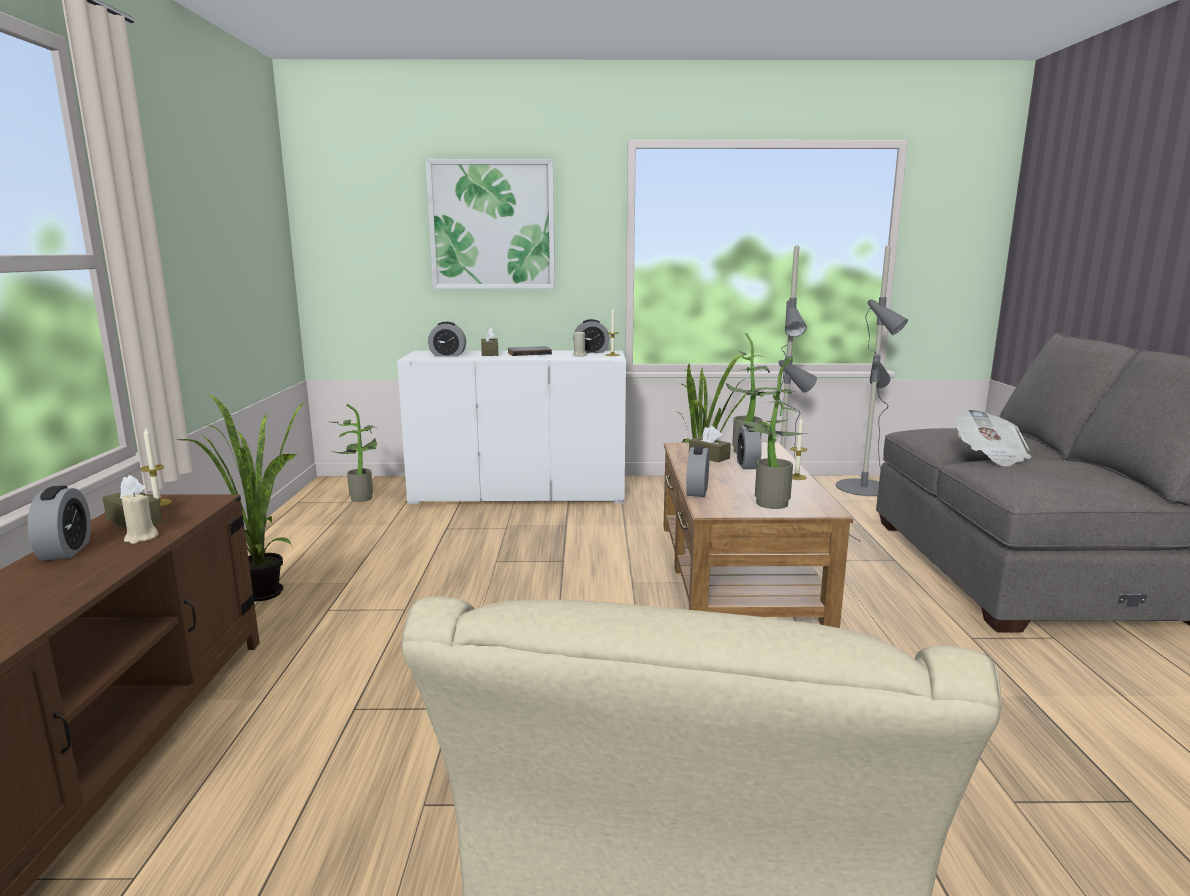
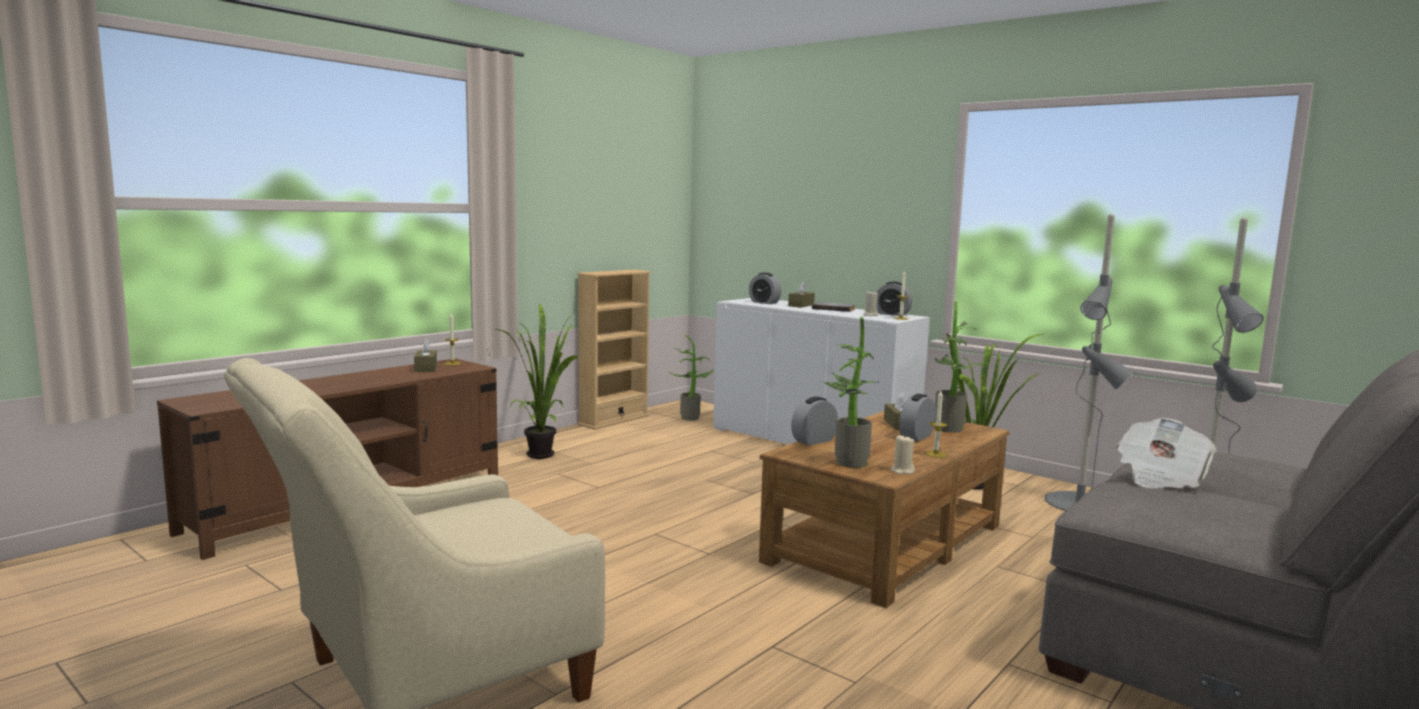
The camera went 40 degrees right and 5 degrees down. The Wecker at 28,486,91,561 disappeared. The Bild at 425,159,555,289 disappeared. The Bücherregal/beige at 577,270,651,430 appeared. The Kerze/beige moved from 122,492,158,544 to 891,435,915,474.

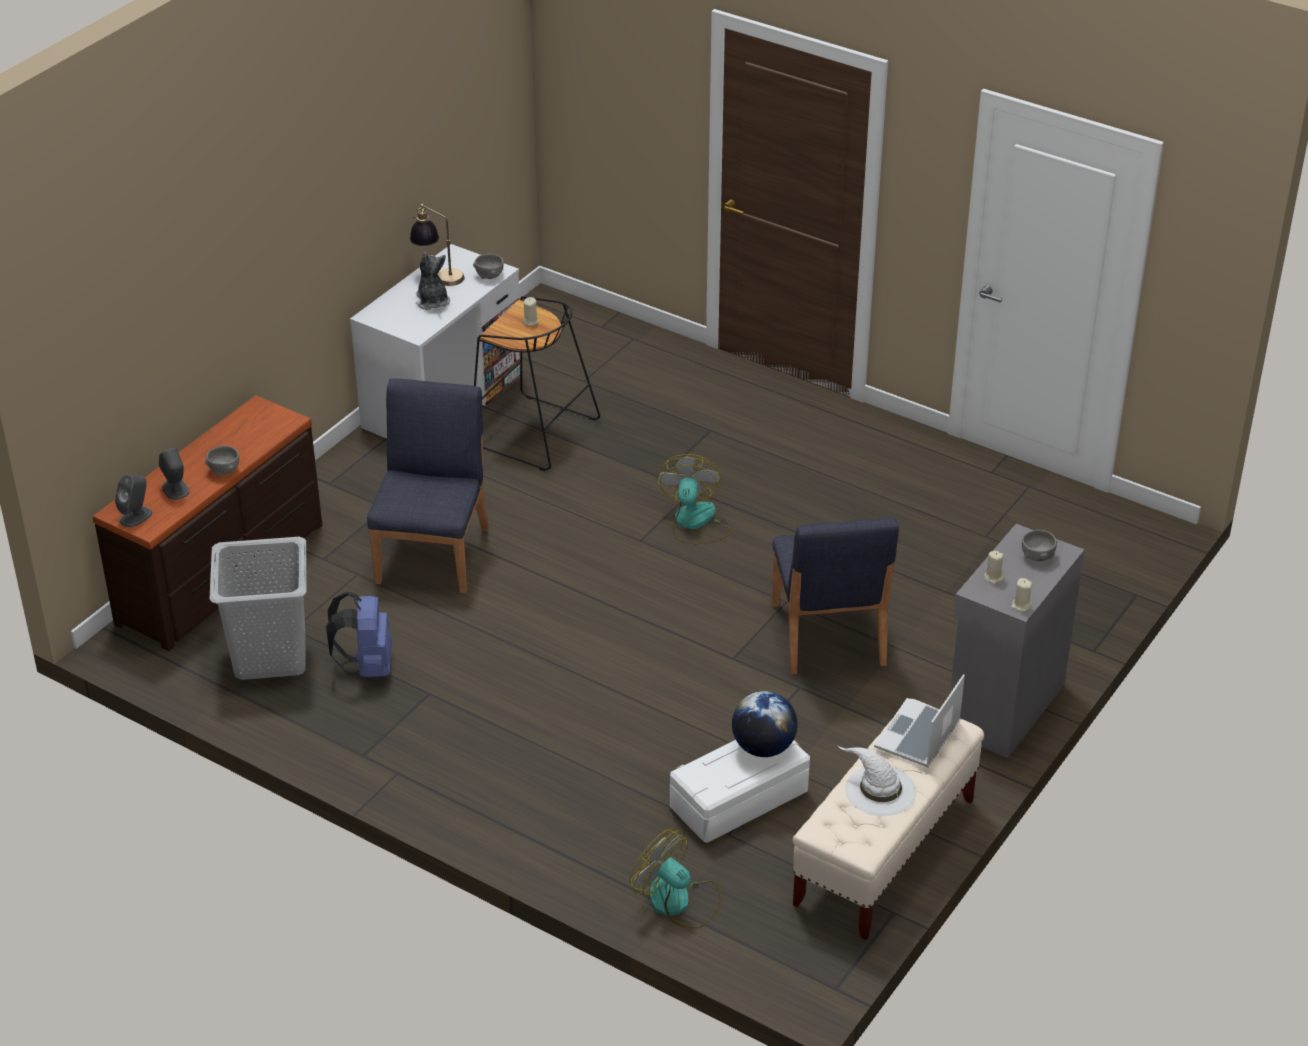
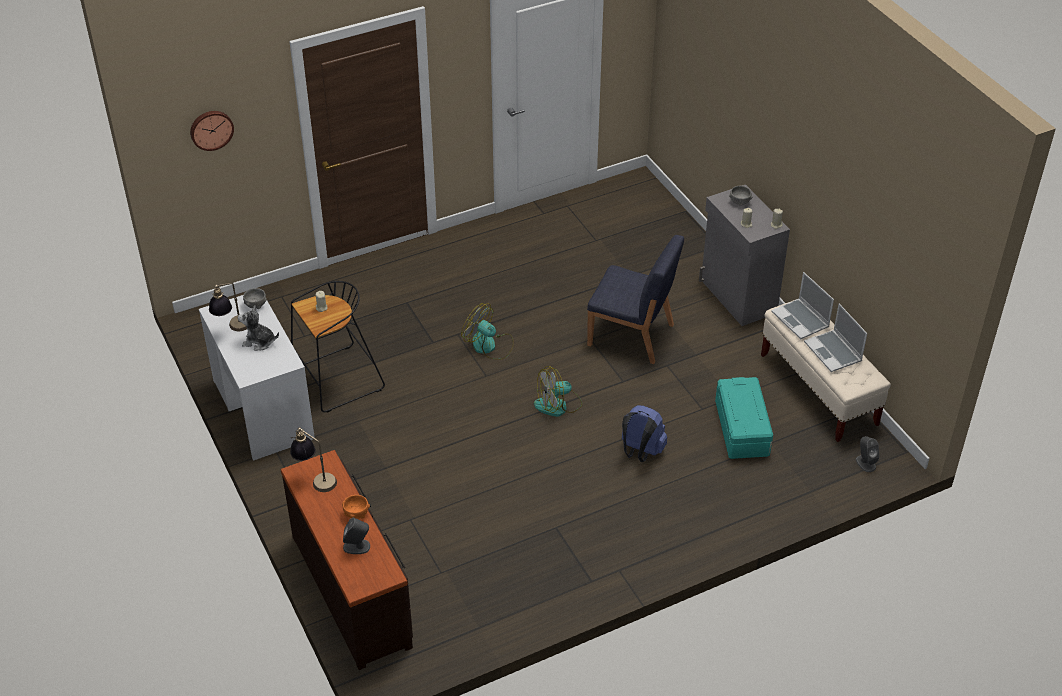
The camera went 60 degrees left and 5 degrees up. The Wäschekorb/grau at 209,537,307,680 disappeared. The Stuhl/blau at 367,378,489,593 disappeared. The Globus at 732,691,798,757 disappeared. The Wanduhr at 190,111,234,151 appeared. The Tischlampe at 290,427,337,492 appeared. The Lautsprecher/grau moved from 115,474,152,527 to 856,436,879,472. The Rucksack/blau moved from 326,592,392,677 to 622,405,667,462. The Ventilator moved from 630,829,722,929 to 534,366,582,417. The Hut/weiß at 838,746,916,816 was replaced by the Laptop at 804,304,867,372. The Schüssel/grau at 205,446,239,476 became the Schüssel/orange at 342,495,370,519. The Aufbewahrungsbox/weiß at 670,740,810,843 became the Aufbewahrungsbox/türkis at 715,377,773,459.

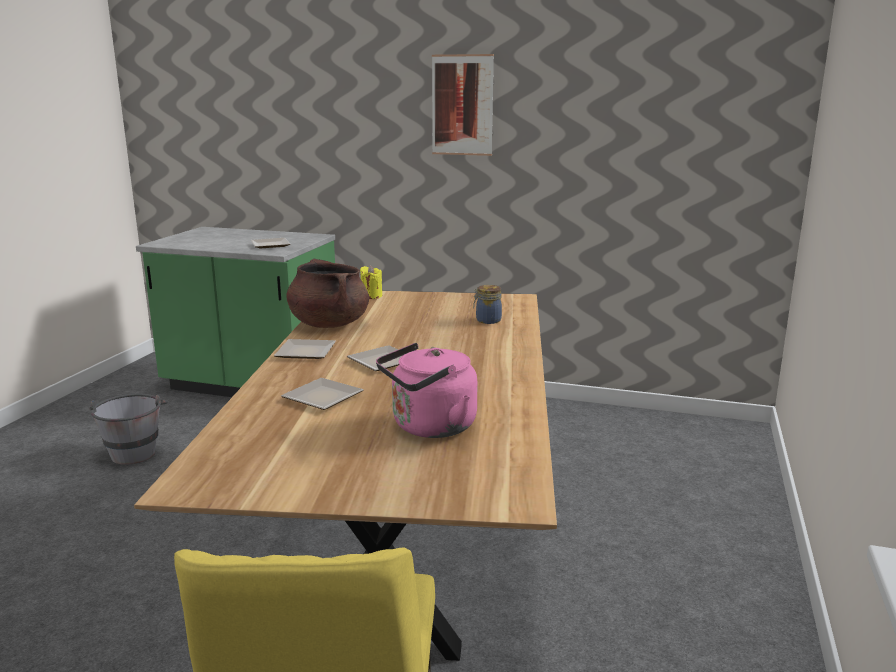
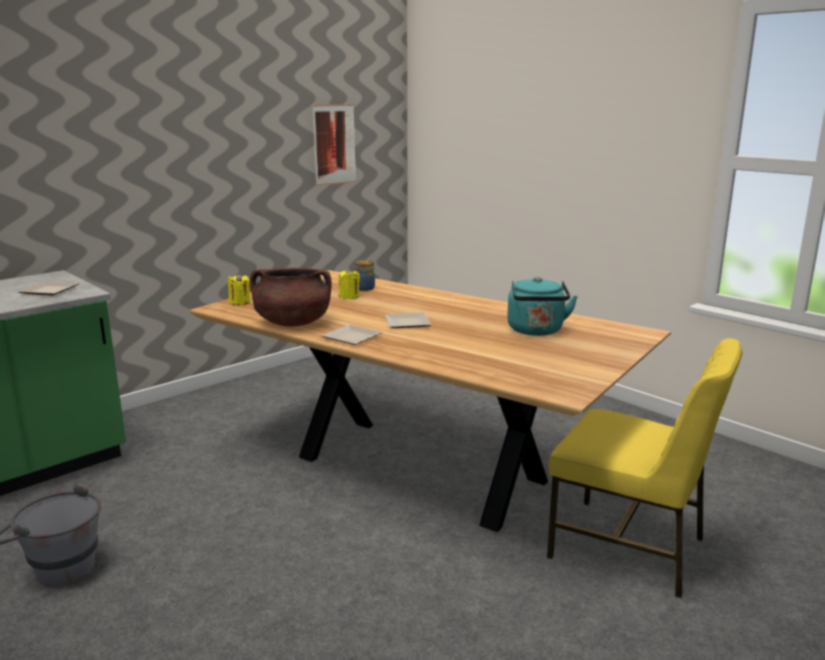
The camera went 60 degrees left and 0 degrees up. The Teller at 281,378,364,410 disappeared. The Kerze/gelb at 339,268,360,299 appeared. The Bild moved from 432,54,494,156 to 312,104,356,186. The Wasserkessel/rosa at 376,343,477,438 became the Wasserkessel/türkis at 507,277,578,336.

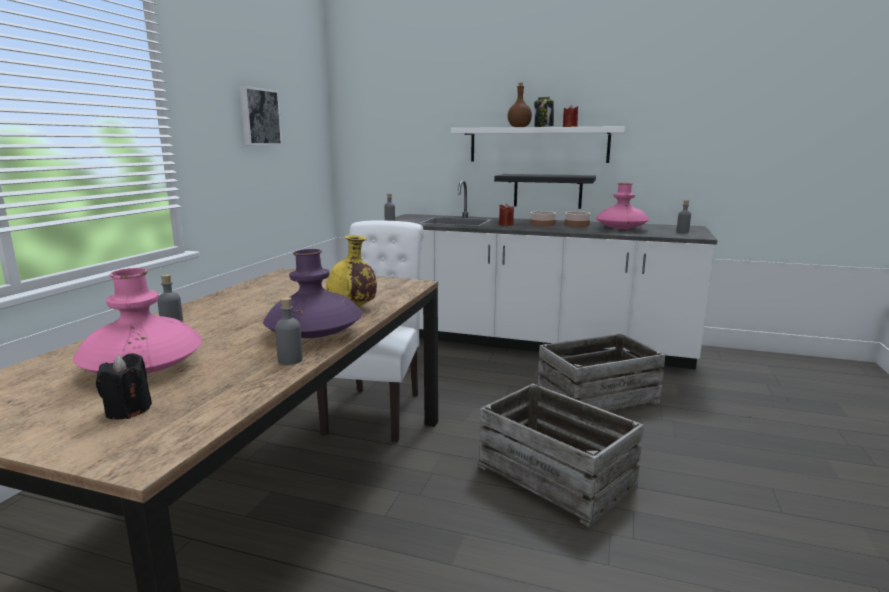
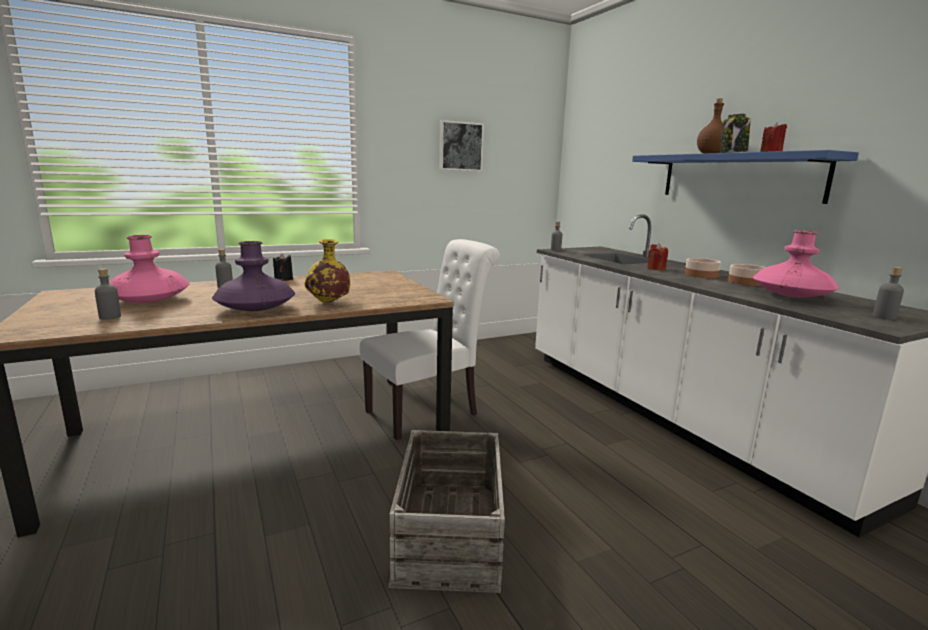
The camera went 45 degrees right and 0 degrees up. The Wandregal/schwarz at 494,174,596,209 disappeared. The Kiste at 538,334,665,419 disappeared. The Kerze/schwarz moved from 96,353,152,420 to 273,253,293,281. The Flasche/grau moved from 275,297,303,365 to 95,268,121,320. The Wandregal/weiß at 451,126,625,163 became the Wandregal/blau at 632,150,859,204.

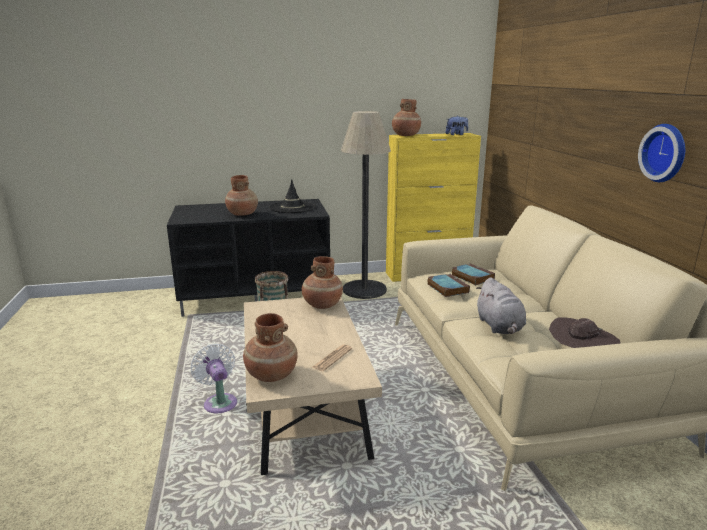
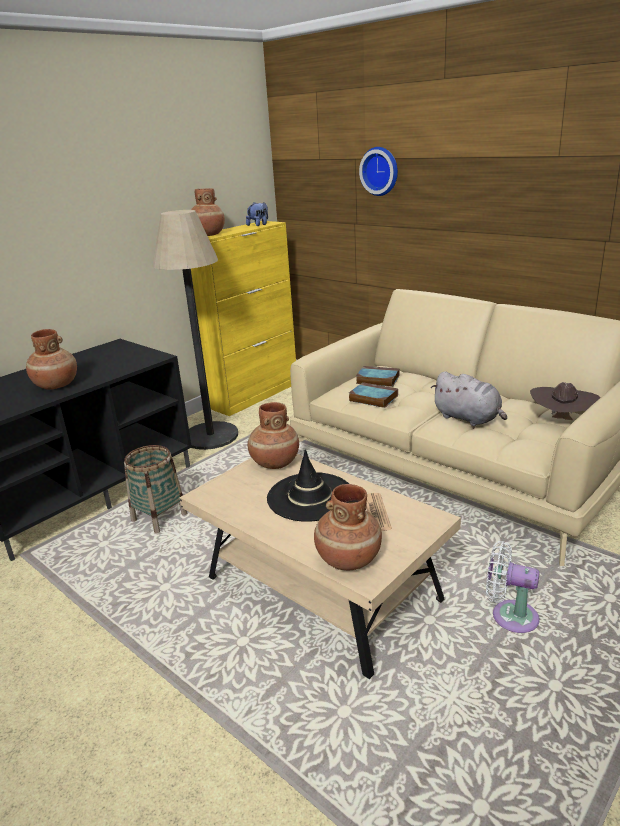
The camera went 35 degrees left and 5 degrees up. The Ventilator/weiß moved from 191,344,237,413 to 486,541,540,633. The Hut/schwarz moved from 269,180,316,213 to 267,450,349,522. The Wanduhr moved from 638,124,685,182 to 359,147,398,196.

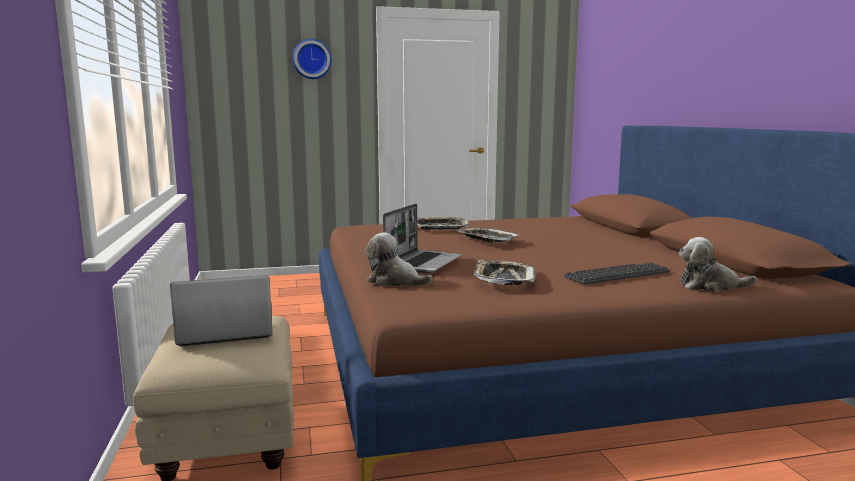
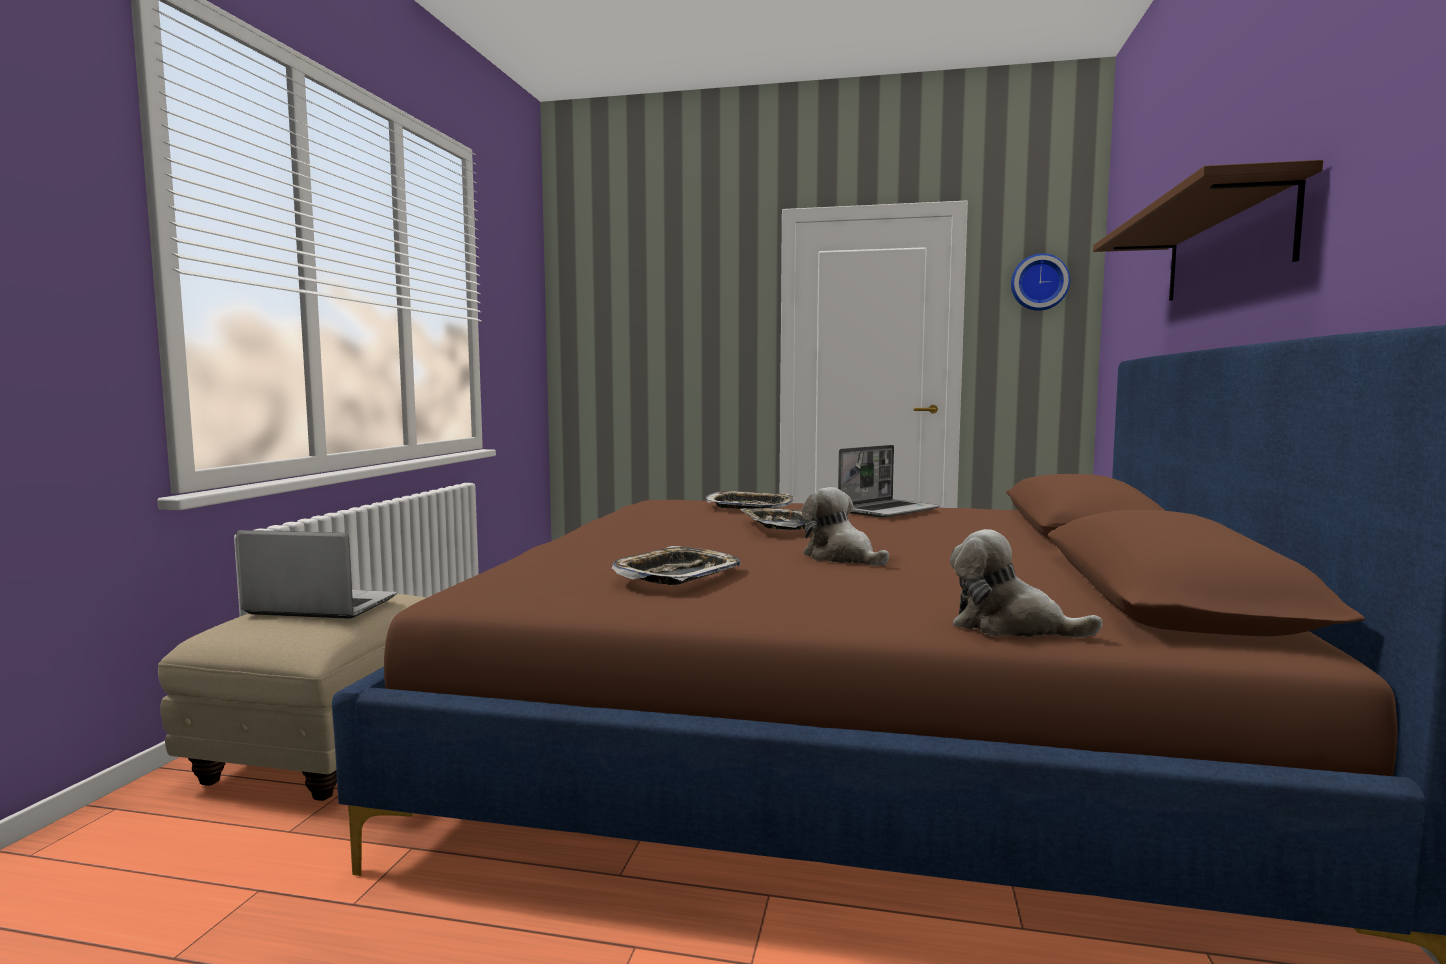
The camera went 25 degrees right and 5 degrees down. The Tastatur at 564,263,670,285 disappeared. The Wandregal/braun at 1093,160,1323,301 appeared. The Wanduhr moved from 292,39,332,79 to 1011,253,1070,311. The Plüschtier moved from 365,232,433,286 to 802,487,889,566. The Laptop moved from 383,204,462,273 to 838,445,940,518.

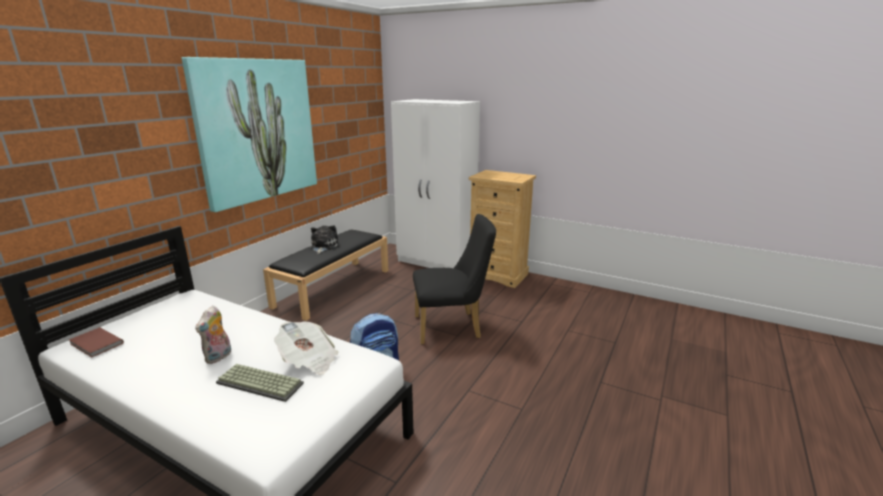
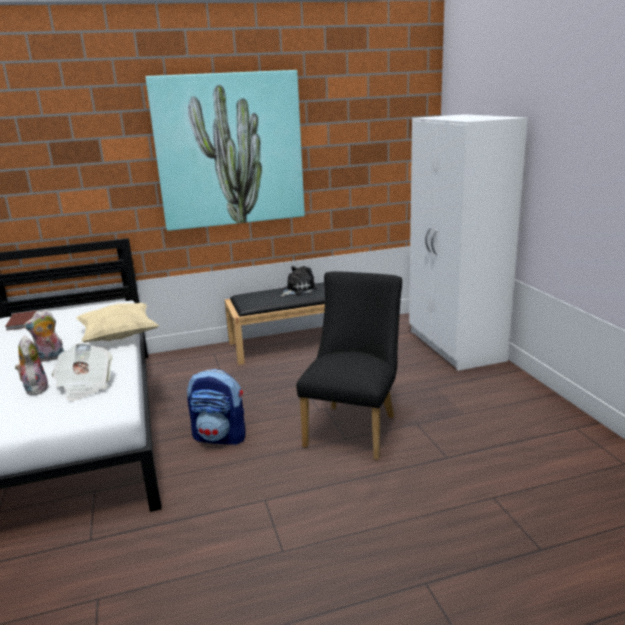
The camera went 45 degrees right and 0 degrees up. The Kommode/beige at 469,170,536,288 disappeared. The Kissen/beige at 76,303,159,342 appeared. The Tastatur at 216,364,304,402 was replaced by the Plüschtier at 15,336,49,395. The Stuhl/schwarz at 413,214,496,345 turned 105 degrees counterclockwise.

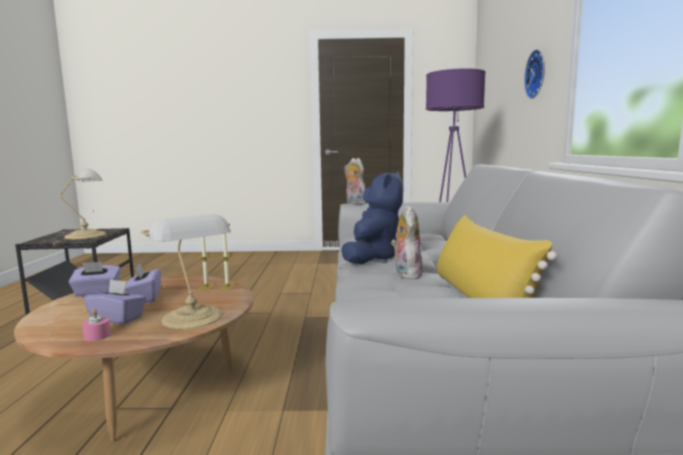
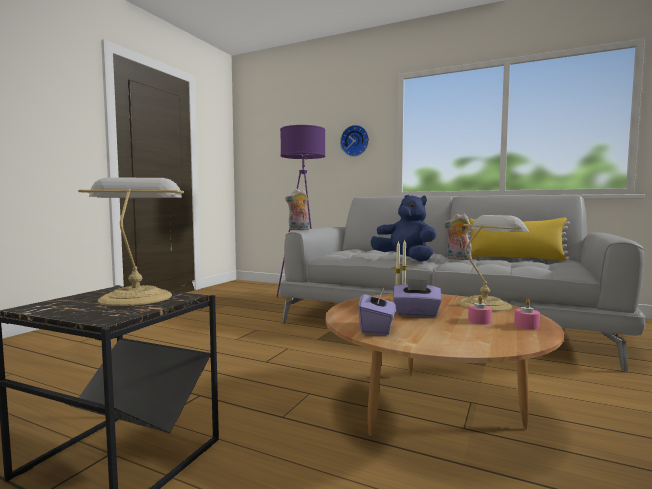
The camera went 65 degrees left and 5 degrees down. The Taschentuchbox/lila at 84,279,146,324 was replaced by the Kerze/rosa at 468,296,492,325.

